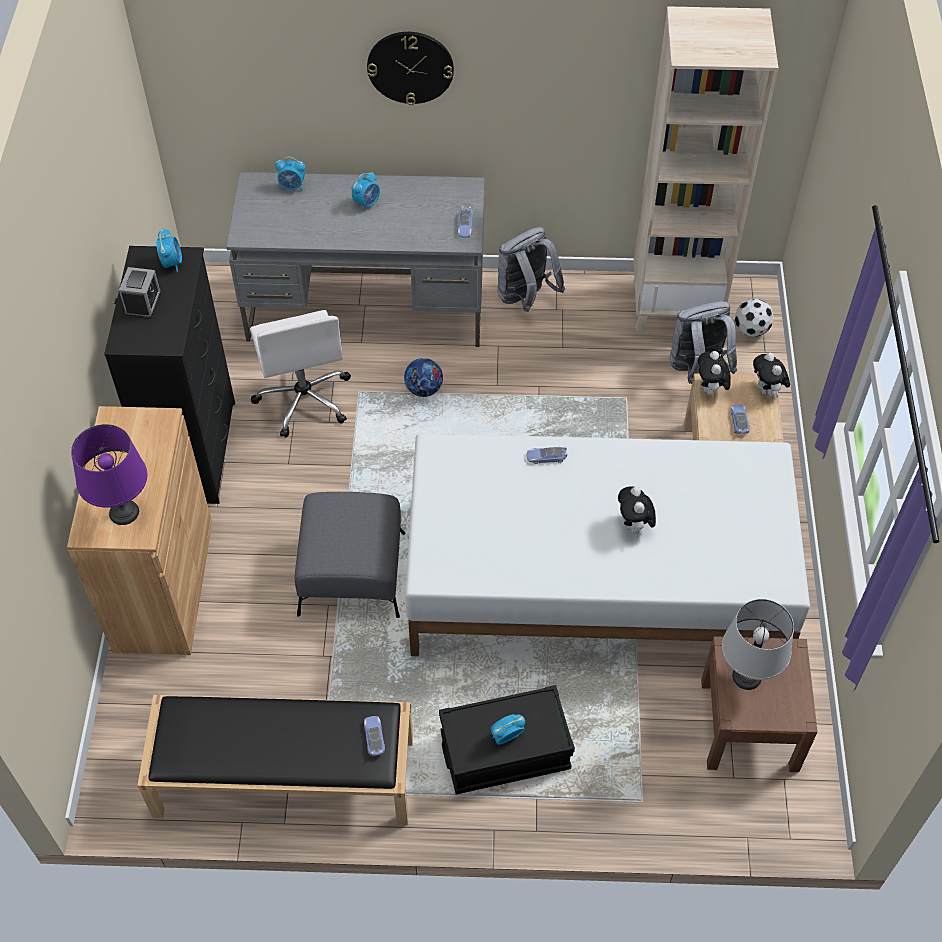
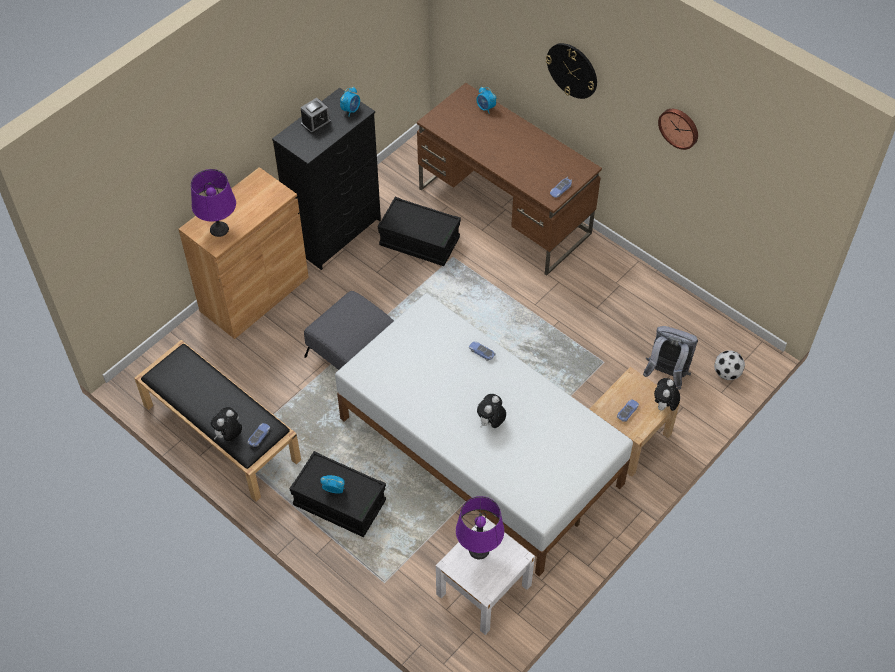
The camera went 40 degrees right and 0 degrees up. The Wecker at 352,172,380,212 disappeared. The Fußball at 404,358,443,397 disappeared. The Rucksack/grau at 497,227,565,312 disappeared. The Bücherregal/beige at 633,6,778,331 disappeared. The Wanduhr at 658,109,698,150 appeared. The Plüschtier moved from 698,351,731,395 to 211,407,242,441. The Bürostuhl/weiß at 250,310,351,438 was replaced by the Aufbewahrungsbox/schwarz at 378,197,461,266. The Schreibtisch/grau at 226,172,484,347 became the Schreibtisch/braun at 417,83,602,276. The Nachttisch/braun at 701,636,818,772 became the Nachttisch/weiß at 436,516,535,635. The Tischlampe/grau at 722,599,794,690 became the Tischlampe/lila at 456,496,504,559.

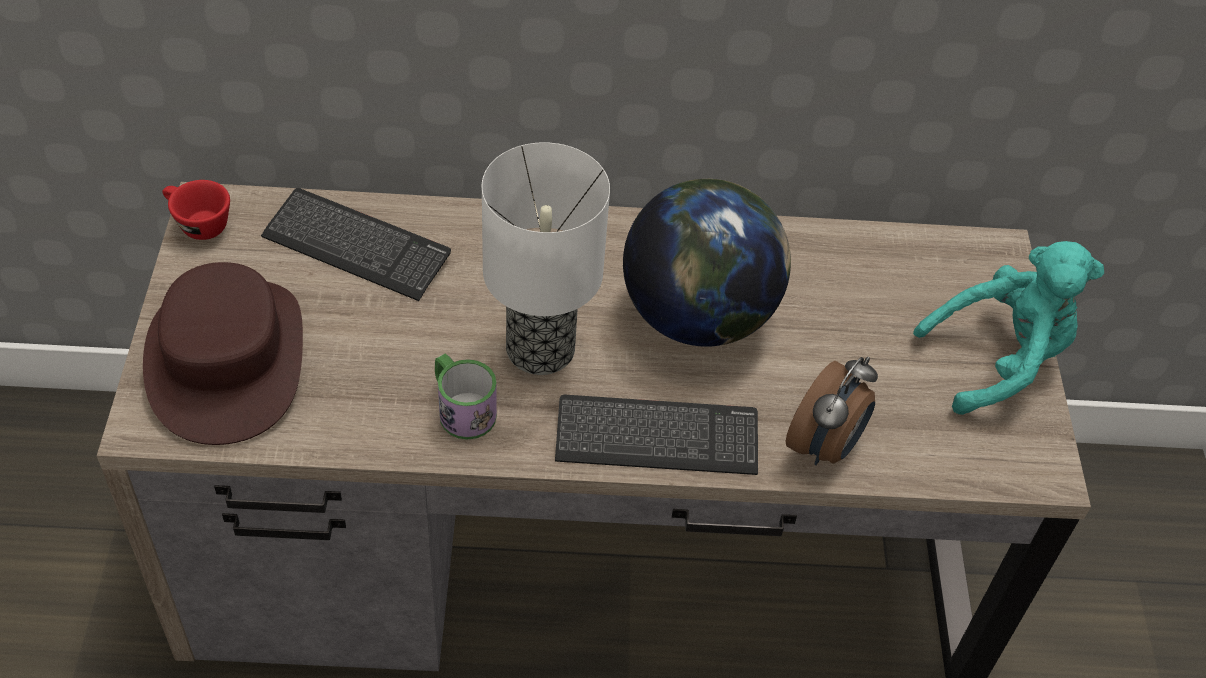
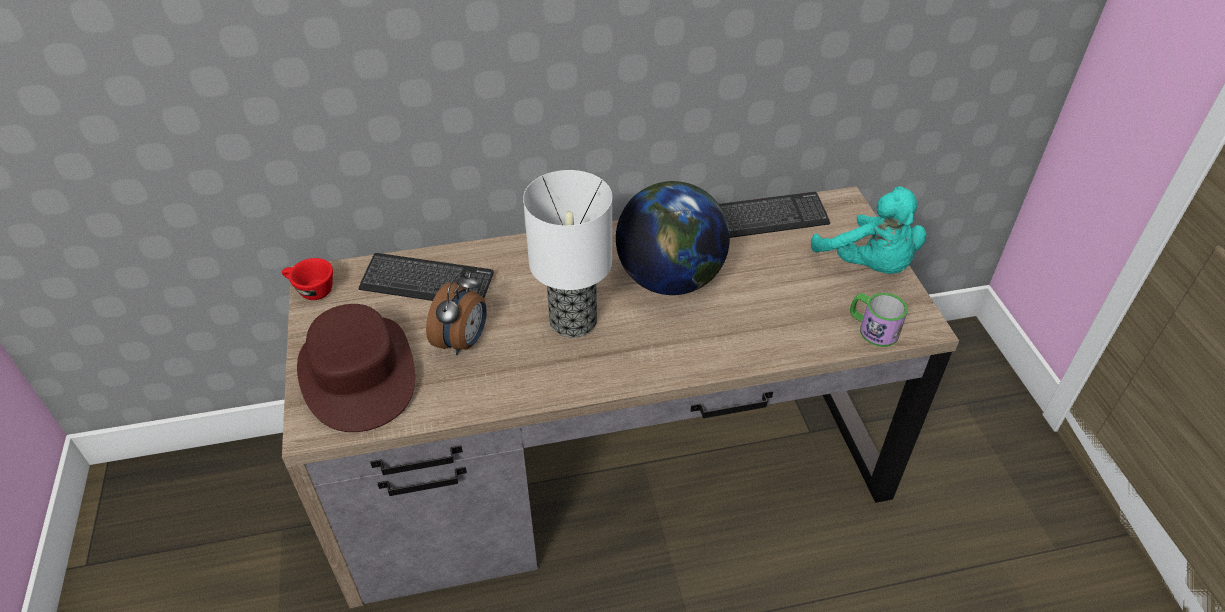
The camera went 10 degrees left and 5 degrees down. The Henkelbecher moved from 435,353,497,440 to 850,293,908,347. The Tastatur moved from 555,394,758,475 to 719,192,830,238. The Wecker moved from 786,357,878,465 to 426,272,487,355. The Plüschtier/türkis at 913,241,1104,415 turned 90 degrees clockwise.

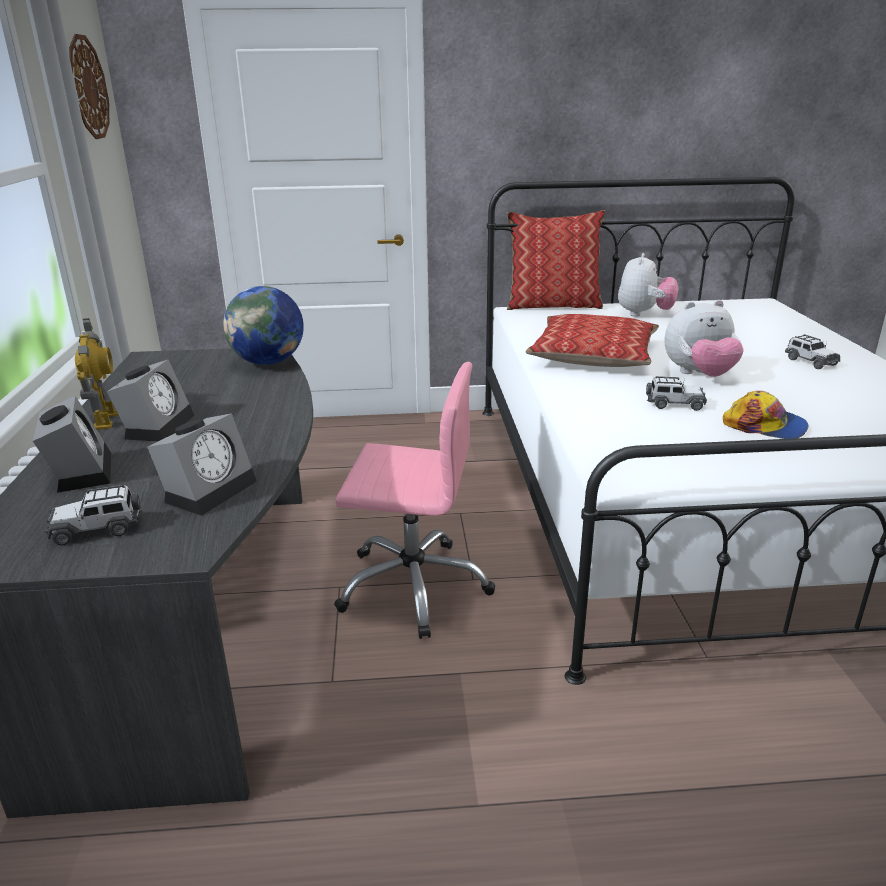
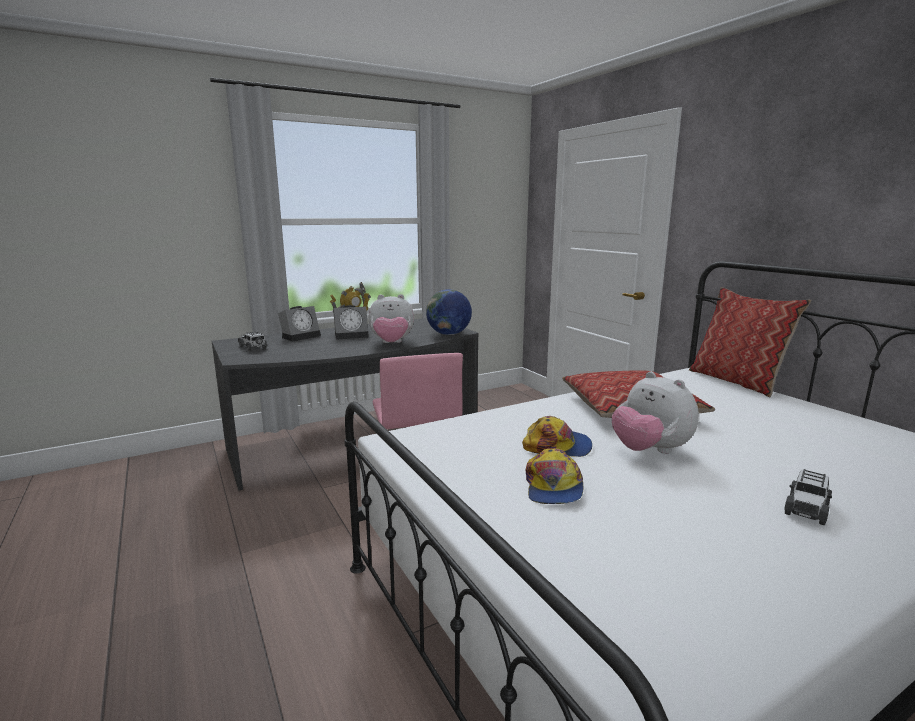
The camera went 65 degrees right and 10 degrees down. The Wanduhr at 69,34,109,139 disappeared. The Wecker at 147,413,257,516 disappeared. The Plüschtier moved from 618,253,678,317 to 368,294,414,343. The Spielzeugauto at 646,376,707,411 was replaced by the Kappe at 522,416,592,457.

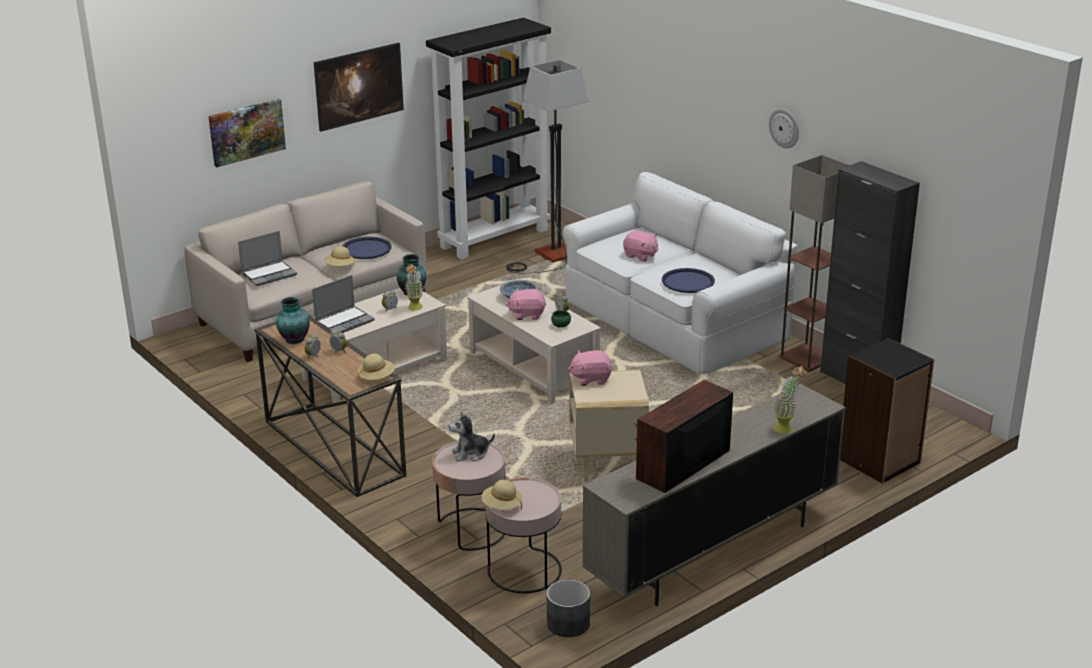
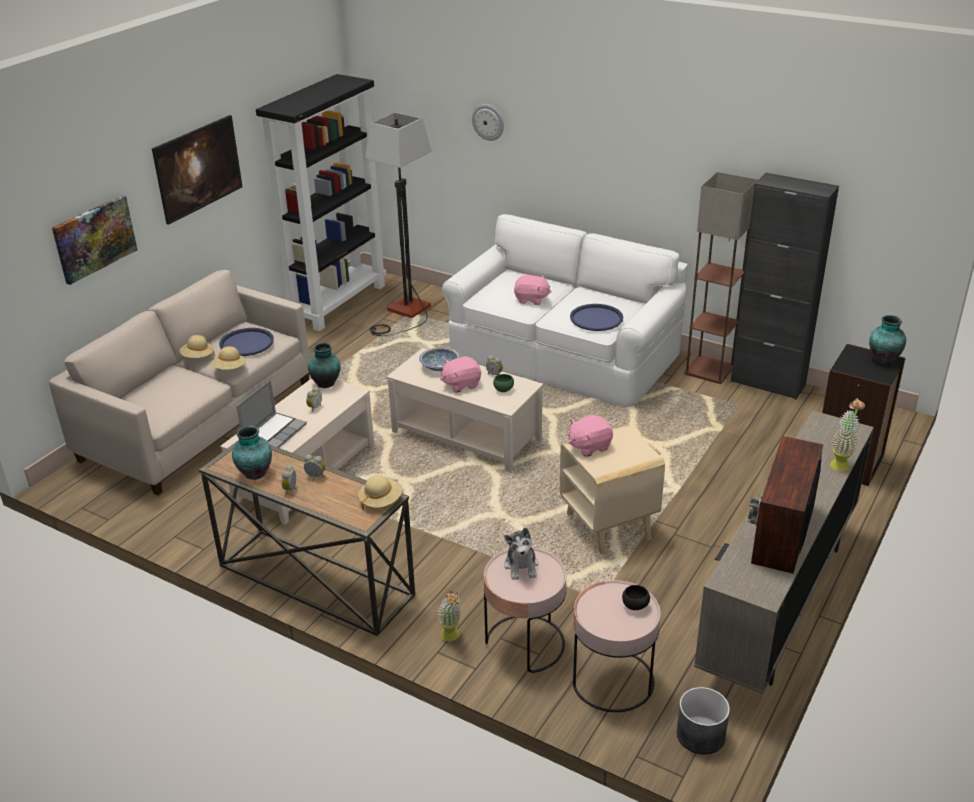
The camera went 20 degrees left and 5 degrees up. The Laptop at 238,231,297,286 disappeared. The Schüssel/schwarz at 622,585,650,610 appeared. The Vase at 869,315,906,364 appeared. The Topfpflanze moved from 405,263,424,311 to 437,591,462,641. The Hut/beige moved from 482,480,522,510 to 180,335,215,358. The Wanduhr moved from 769,109,799,148 to 472,104,504,141. The Plüschtier at 448,411,495,462 turned 60 degrees counterclockwise.

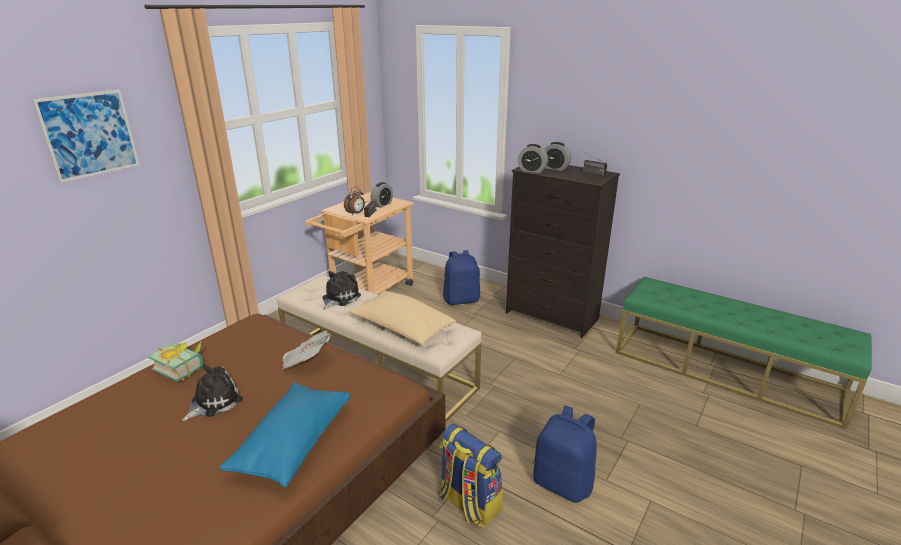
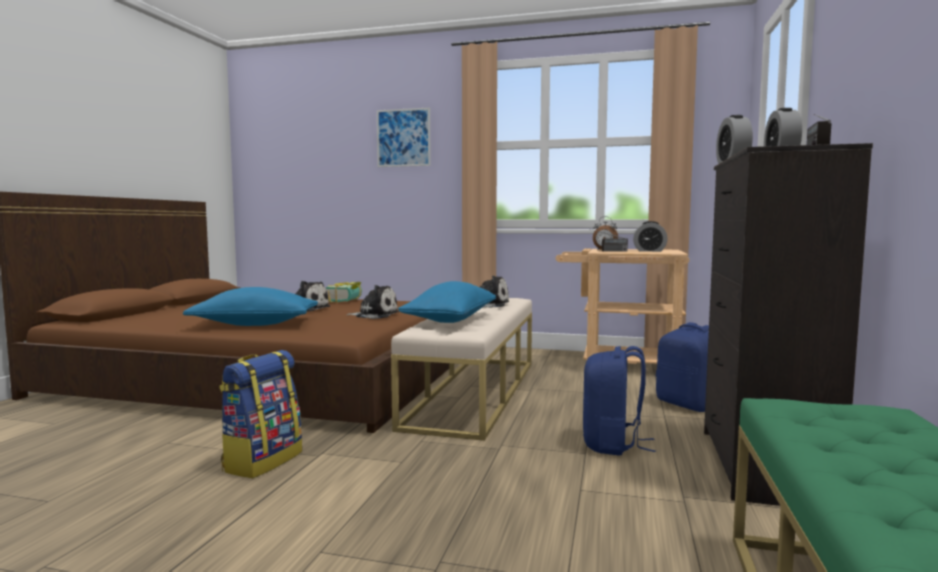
The camera went 70 degrees right and 20 degrees down. The Rucksack/blau moved from 533,406,597,503 to 583,346,656,456. The Zeitung at 282,331,330,370 was replaced by the Plüschtier at 346,285,399,319. The Kissen/beige at 349,291,456,345 became the Kissen/blau at 398,281,496,323.

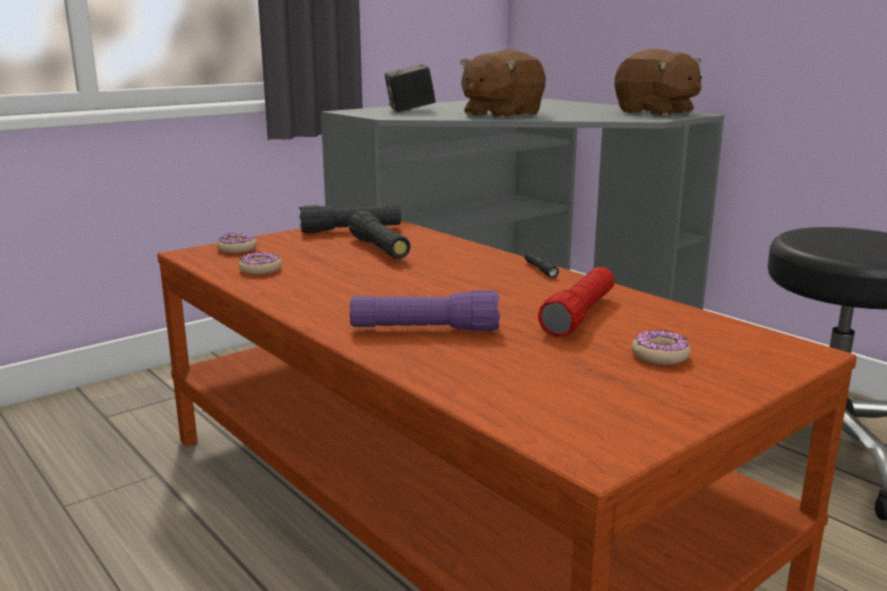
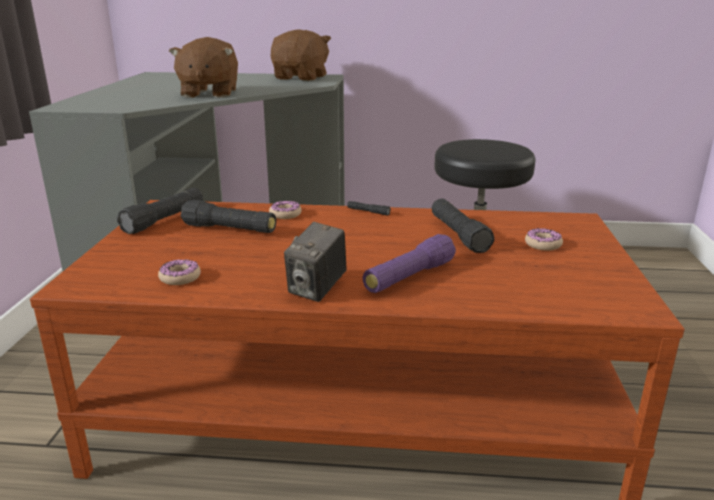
The camera went 45 degrees left and 5 degrees up. The Donut moved from 217,233,257,253 to 269,201,302,219. The Kamera moved from 385,64,435,112 to 284,222,346,302. The Taschenlampe/rot at 538,267,615,337 became the Taschenlampe/schwarz at 432,198,494,253. The Plüschtier/braun at 615,49,702,116 turned 75 degrees counterclockwise.

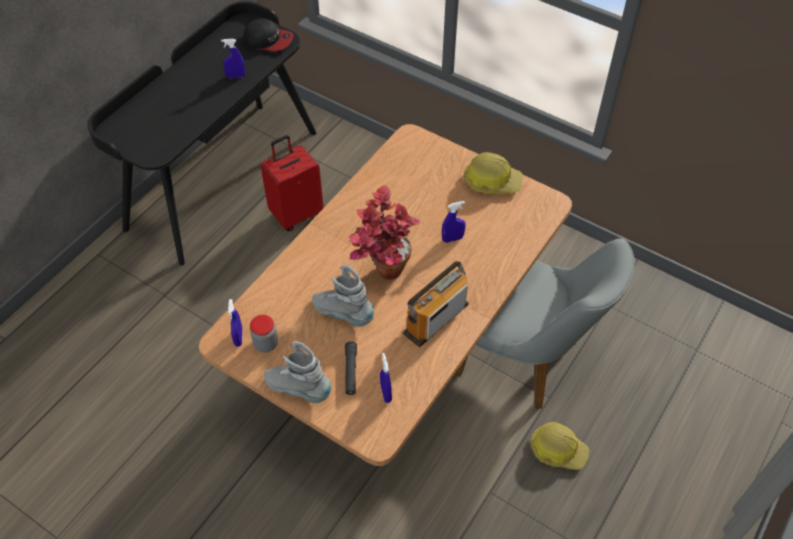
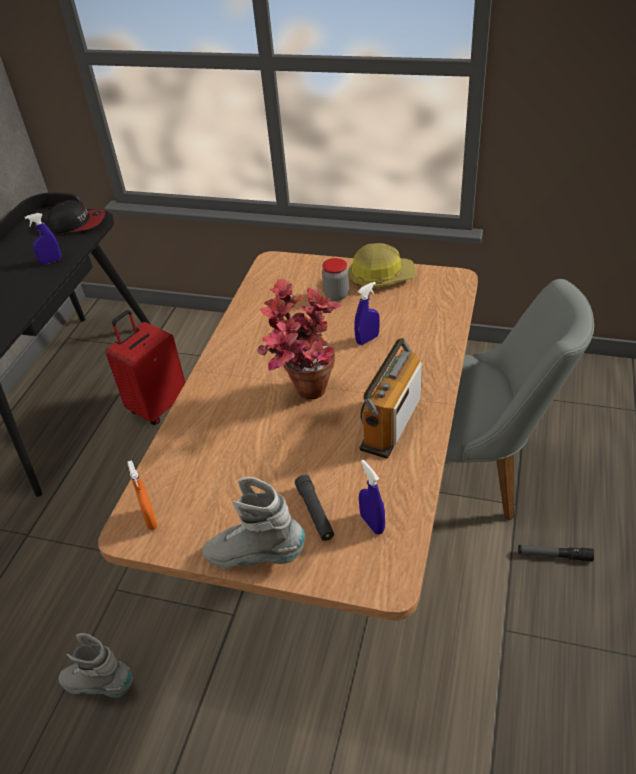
The camera went 15 degrees left and 10 degrees down. The Vorratsglas moved from 250,315,278,353 to 322,258,349,301. The Stiefel/grau moved from 312,265,374,327 to 58,633,133,698. The Schutzhelm at 531,422,590,470 was replaced by the Taschenlampe at 518,545,594,562. The Sprühflasche/blau at 228,299,243,347 became the Sprühflasche/orange at 128,460,158,530.

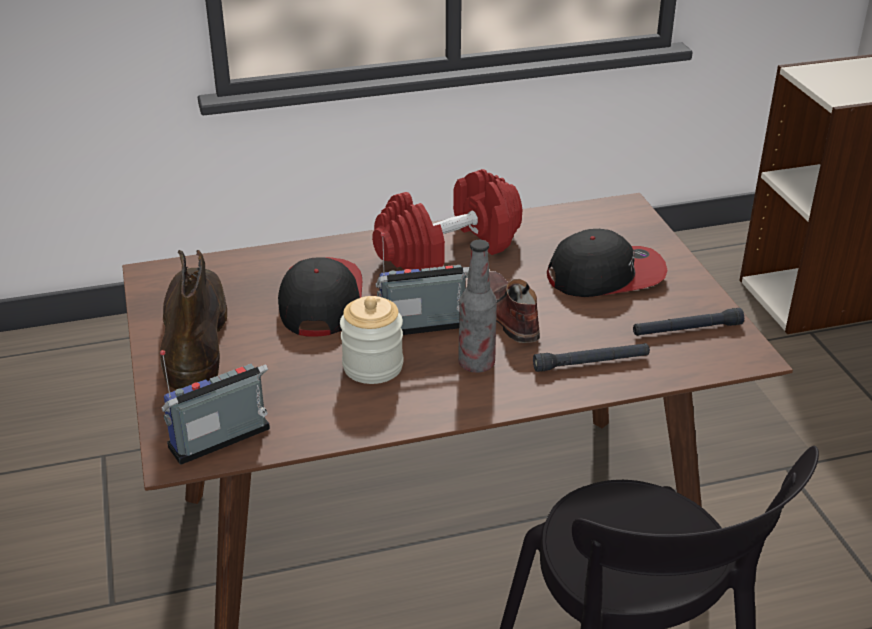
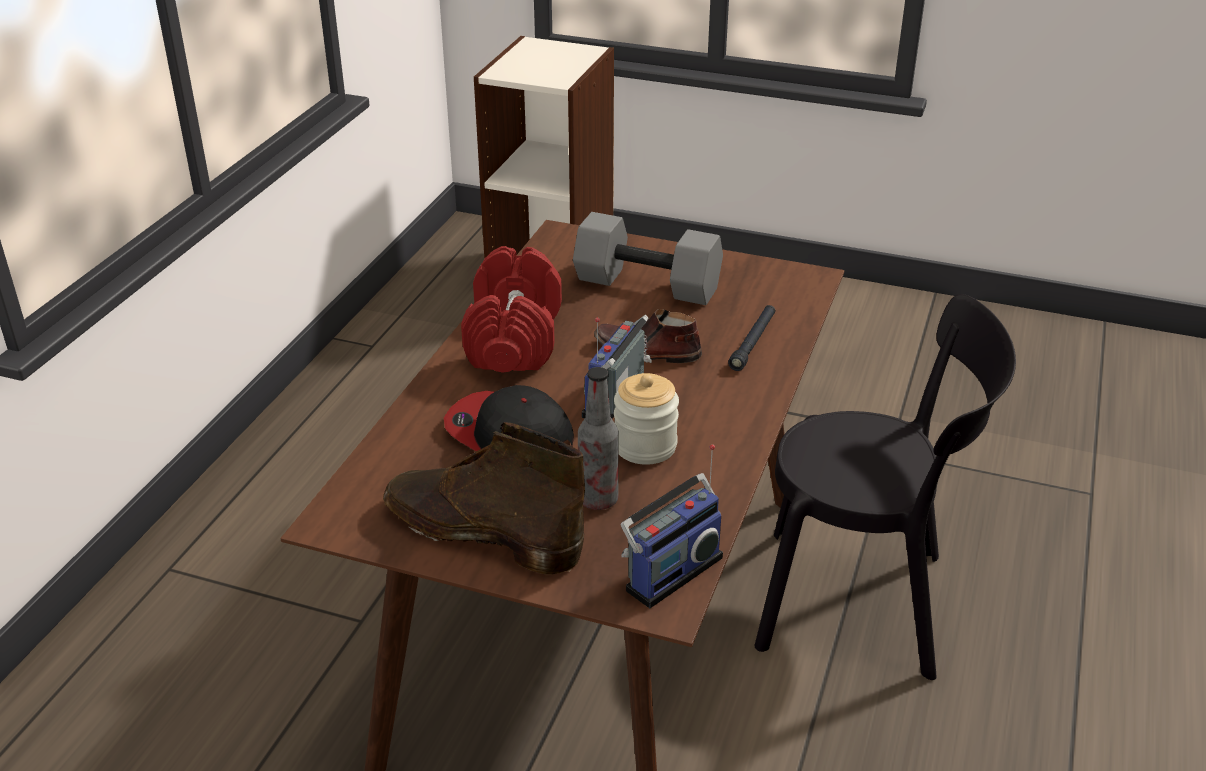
The camera went 55 degrees left and 0 degrees up. The Taschenlampe/schwarz at 633,308,744,336 disappeared. The Flasche moved from 458,240,497,373 to 578,367,619,510. The Kappe at 547,229,668,297 was replaced by the Hantel/grau at 573,212,723,305. The Radio at 160,350,270,465 turned 135 degrees counterclockwise.

